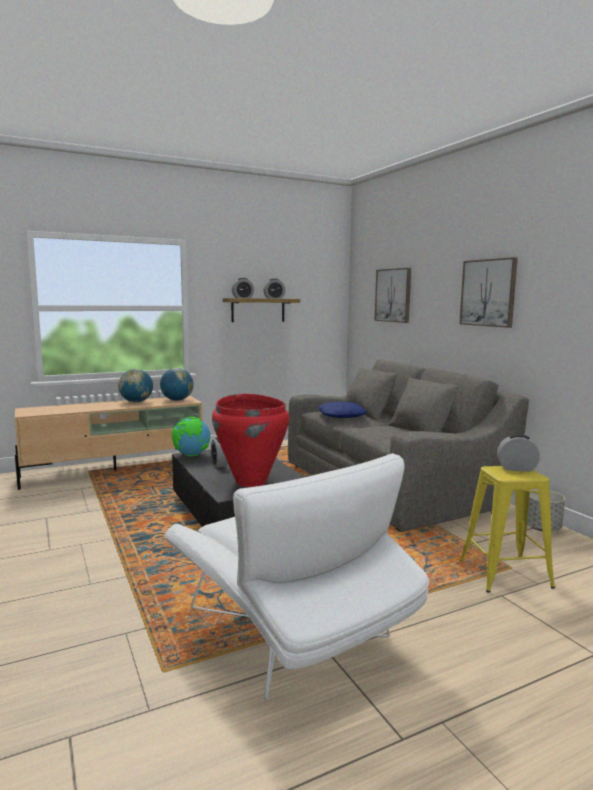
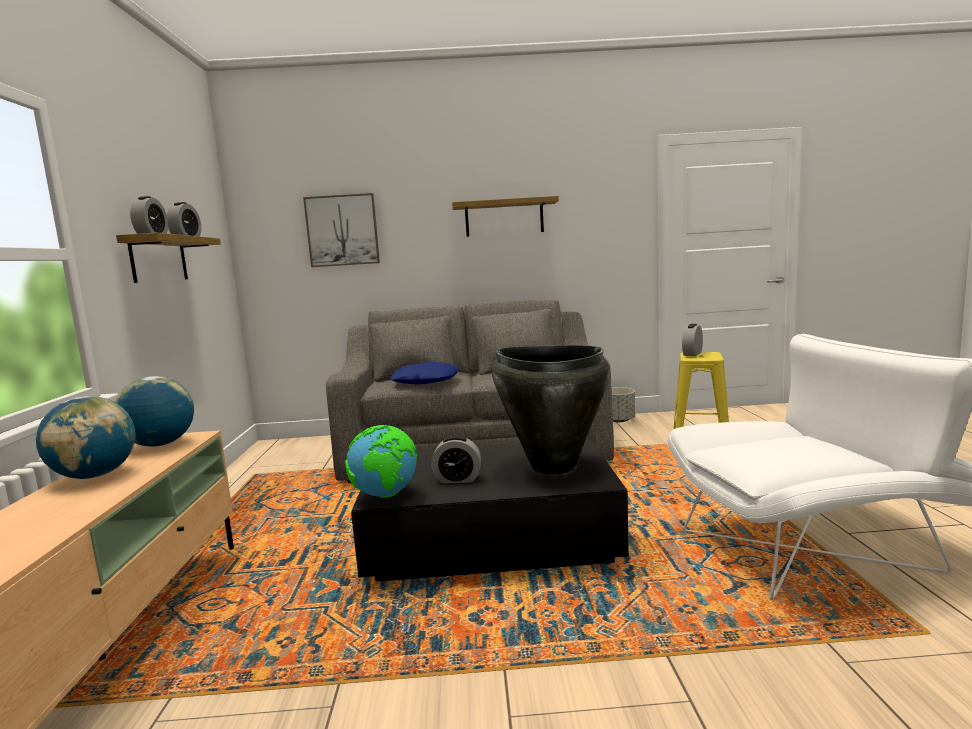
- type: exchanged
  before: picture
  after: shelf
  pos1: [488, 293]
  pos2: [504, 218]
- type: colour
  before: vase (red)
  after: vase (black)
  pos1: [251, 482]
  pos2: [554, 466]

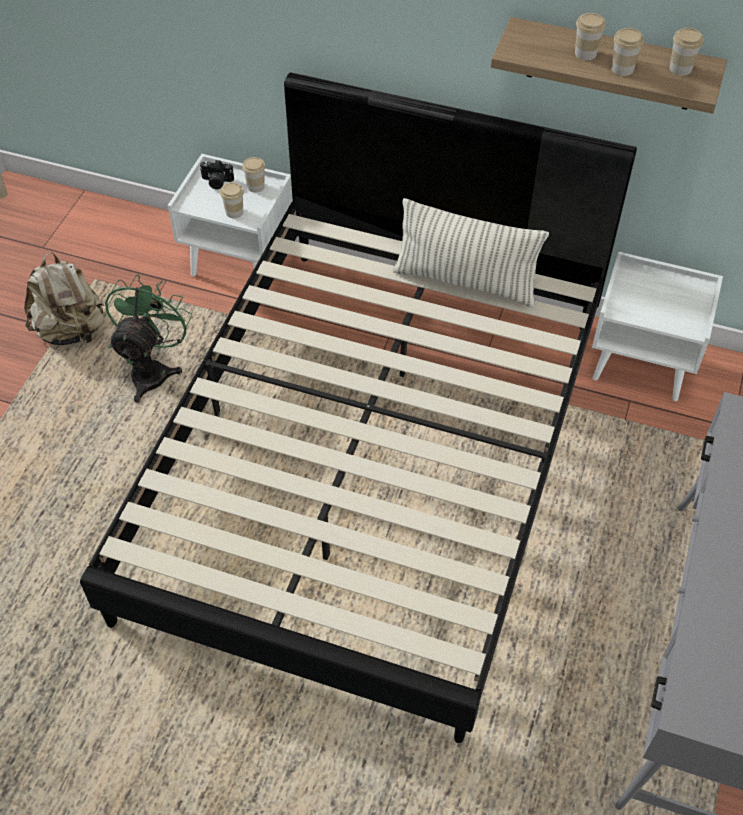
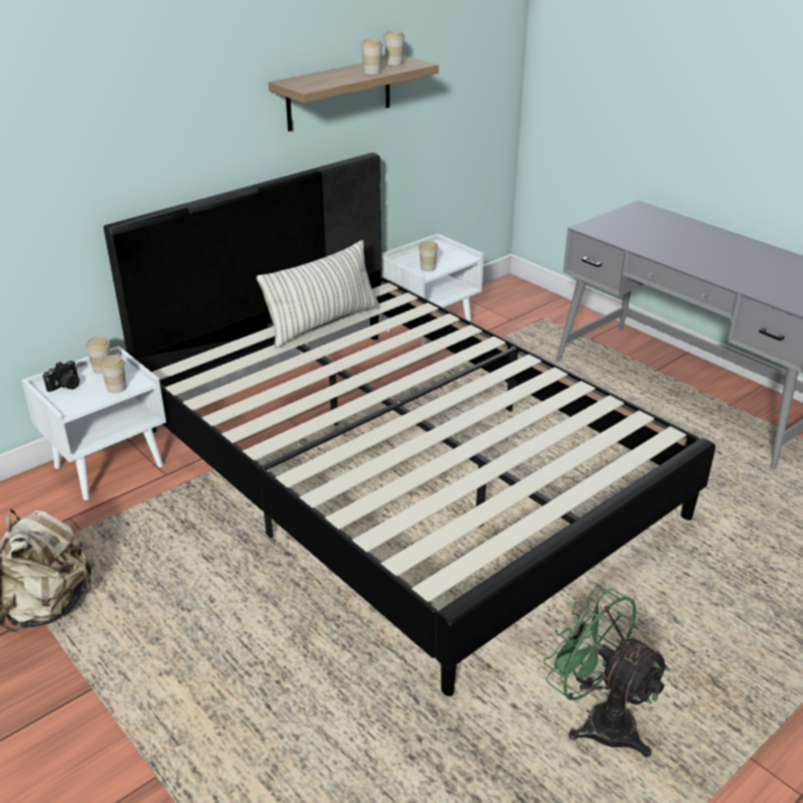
- type: relocated
  before: cup
  pos1: [585, 53]
  pos2: [428, 268]
- type: relocated
  before: fan (green)
  pos1: [153, 370]
  pos2: [598, 720]

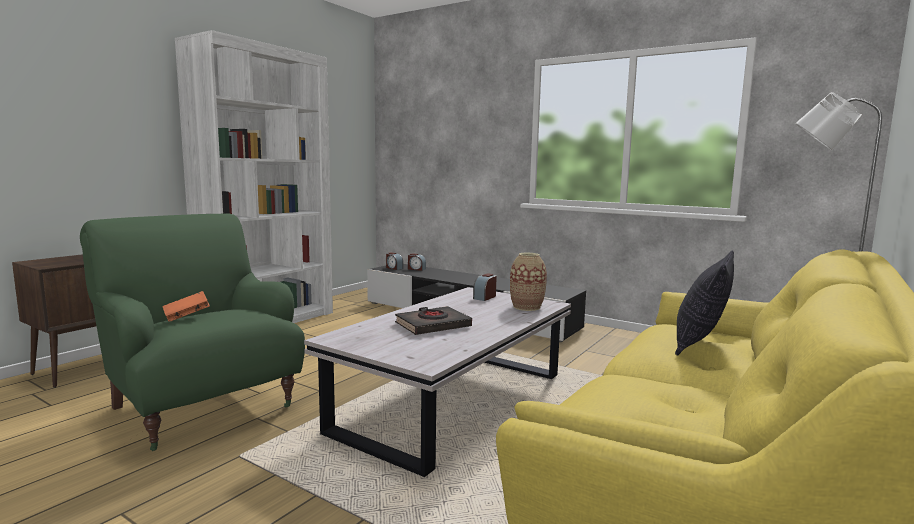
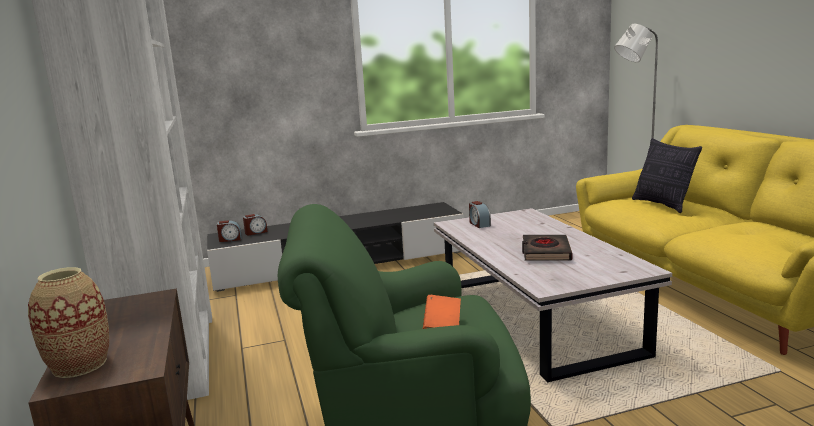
- type: relocated
  before: vase
  pos1: [526, 307]
  pos2: [79, 365]

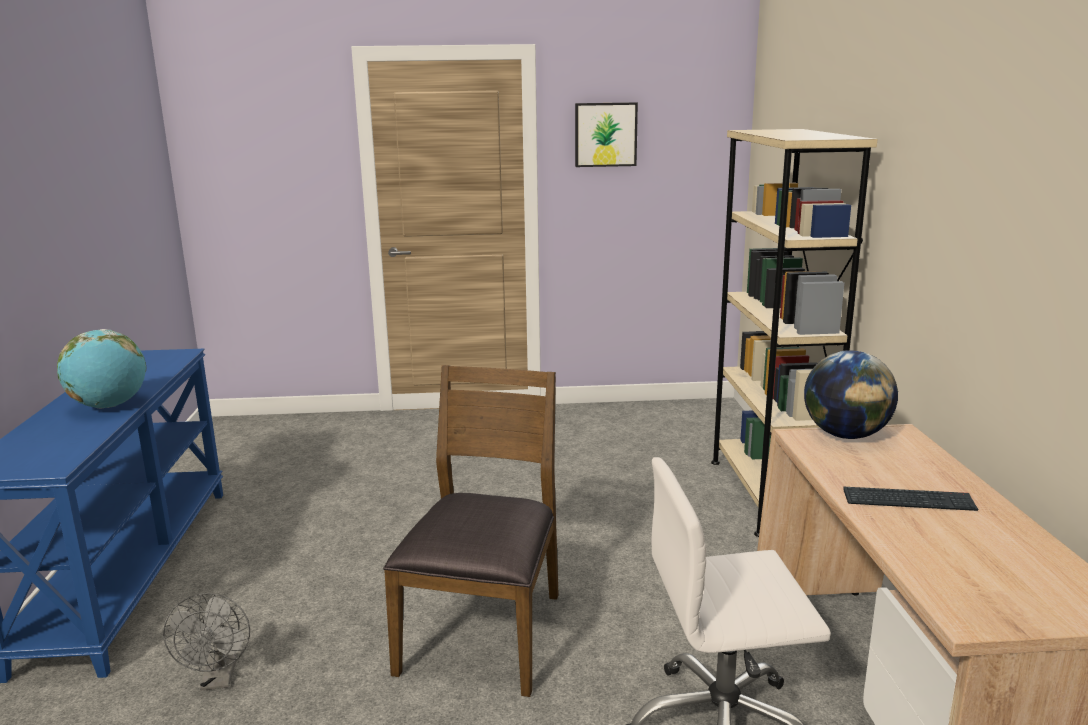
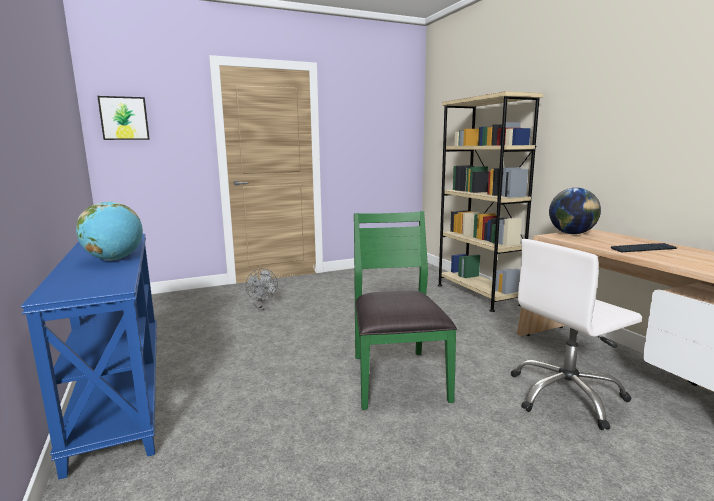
- type: relocated
  before: picture
  pos1: [605, 134]
  pos2: [124, 118]
- type: relocated
  before: fan (grey)
  pos1: [218, 680]
  pos2: [262, 307]
- type: colour
  before: chair (brown)
  after: chair (green)
  pos1: [485, 632]
  pos2: [396, 377]

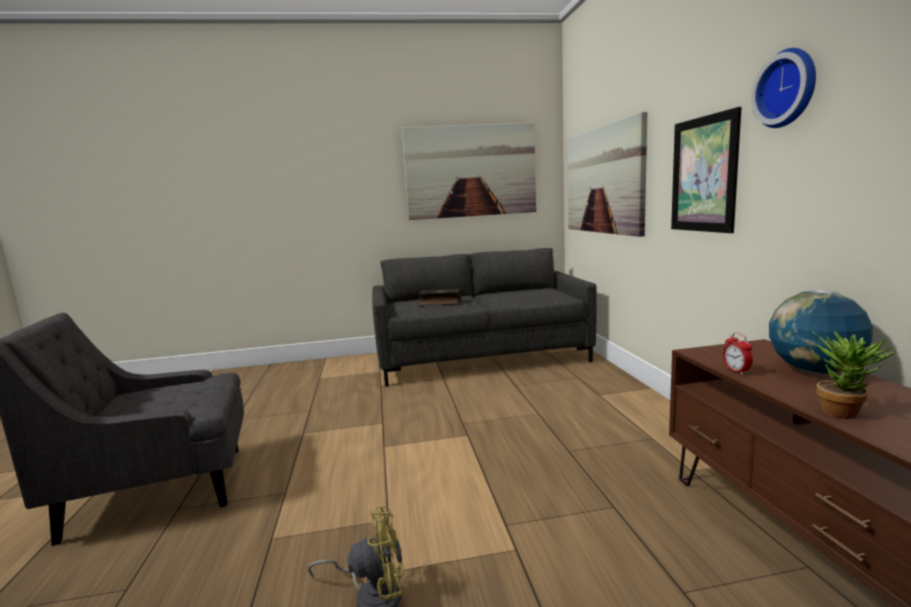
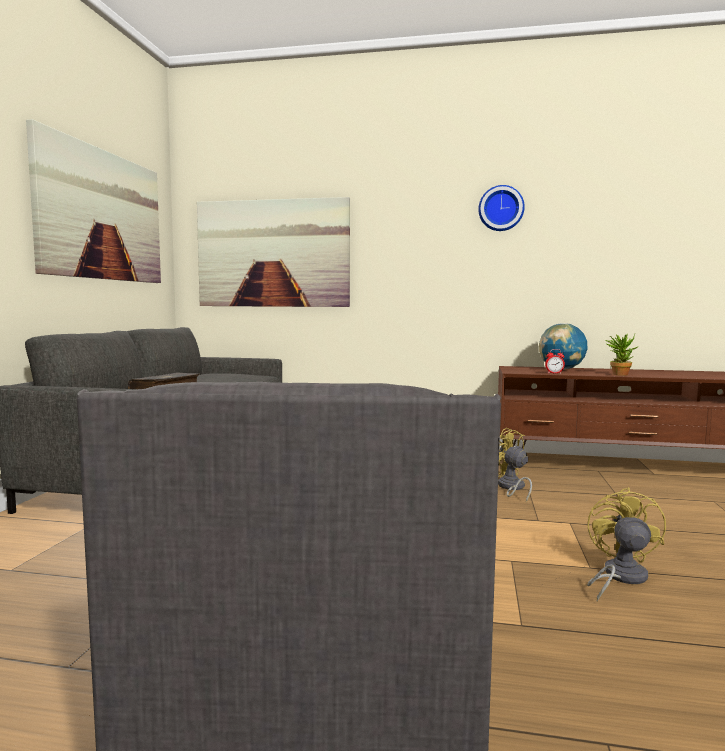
- type: appeared
  after: fan (yellow)
  pos2: [511, 488]
- type: missing
  before: picture
  pos1: [703, 174]

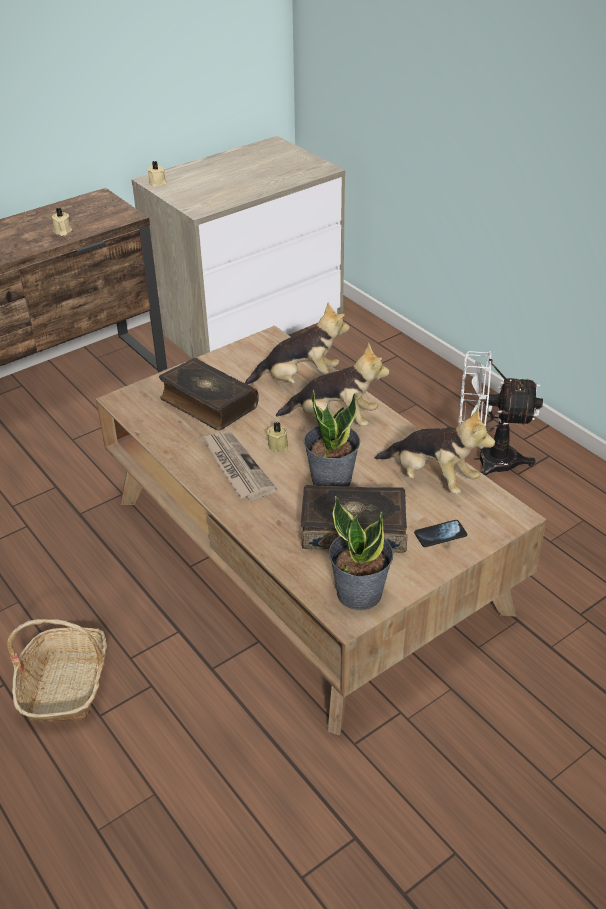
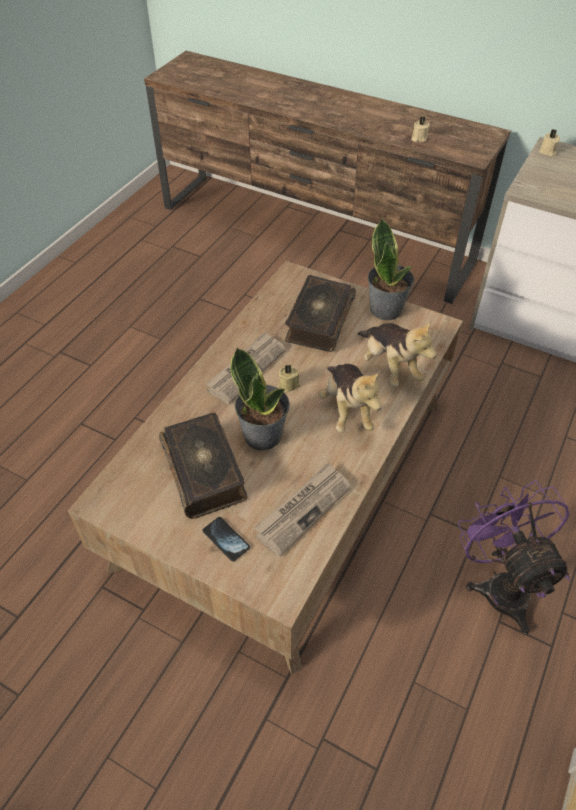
- type: exchanged
  before: plush toy
  after: newspaper
  pos1: [431, 478]
  pos2: [303, 509]
- type: relocated
  before: potted plant
  pos1: [359, 592]
  pos2: [386, 309]
- type: colour
  before: fan (white)
  after: fan (purple)
  pos1: [486, 460]
  pos2: [500, 584]
- type: missing
  before: basket
  pos1: [66, 685]

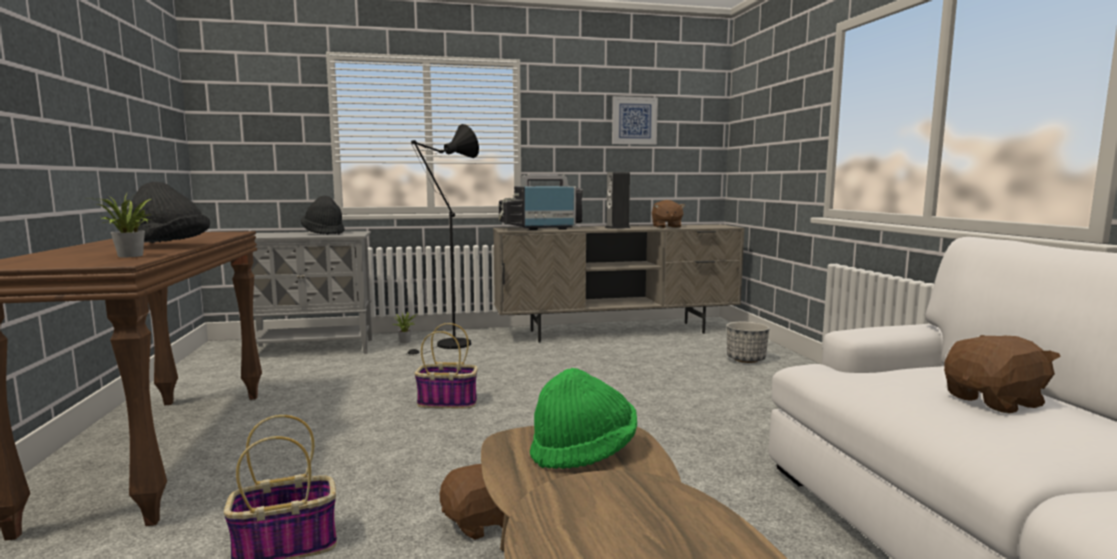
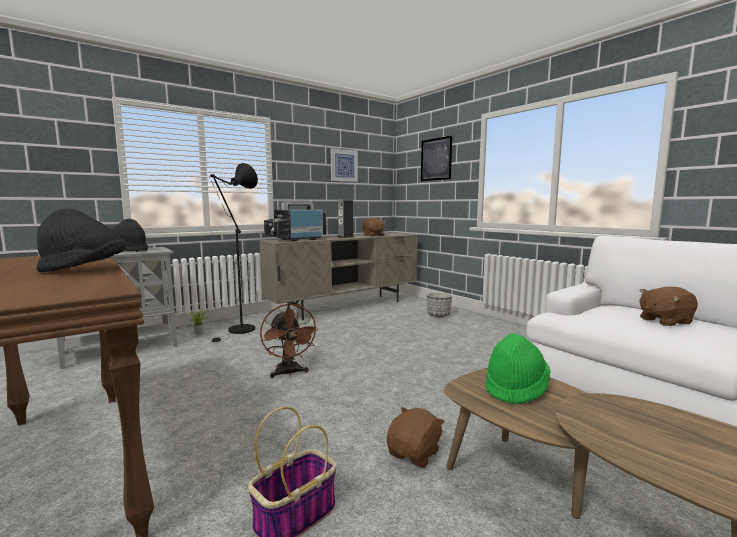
- type: exchanged
  before: basket
  after: fan (brown)
  pos1: [448, 402]
  pos2: [289, 373]
- type: appeared
  after: picture
  pos2: [436, 159]
- type: spun
  before: plush toy (brown)
  pos1: [995, 401]
  pos2: [664, 321]
  turn: -150
- type: missing
  before: potted plant
  pos1: [130, 256]

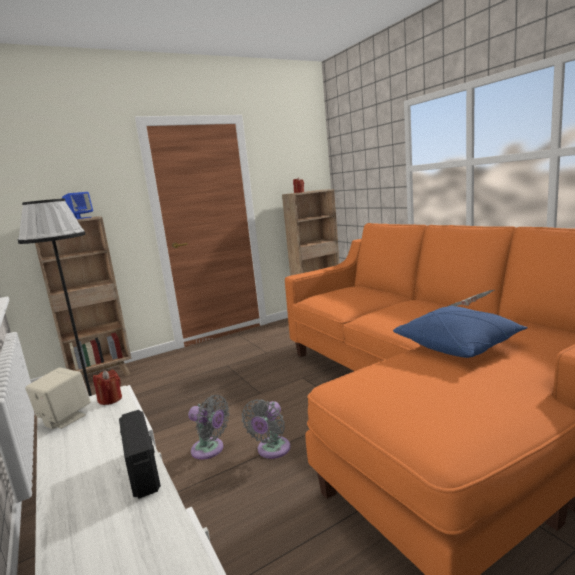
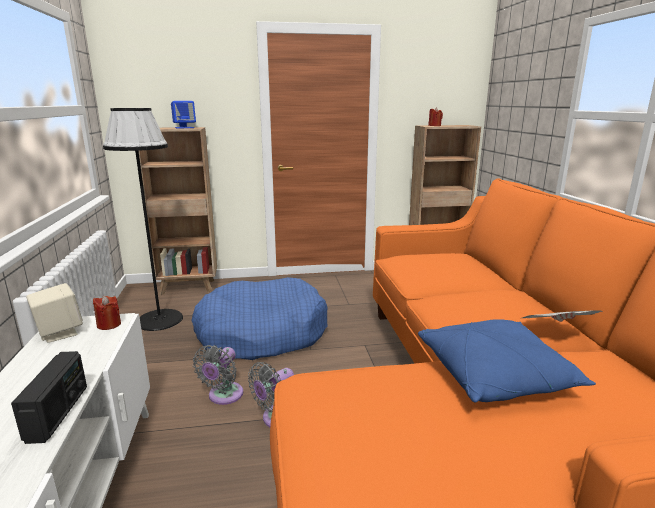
- type: appeared
  after: dog bed (blue)
  pos2: [262, 333]
- type: spun
  before: fan (grey)
  pos1: [210, 450]
  pos2: [223, 396]
  turn: 60

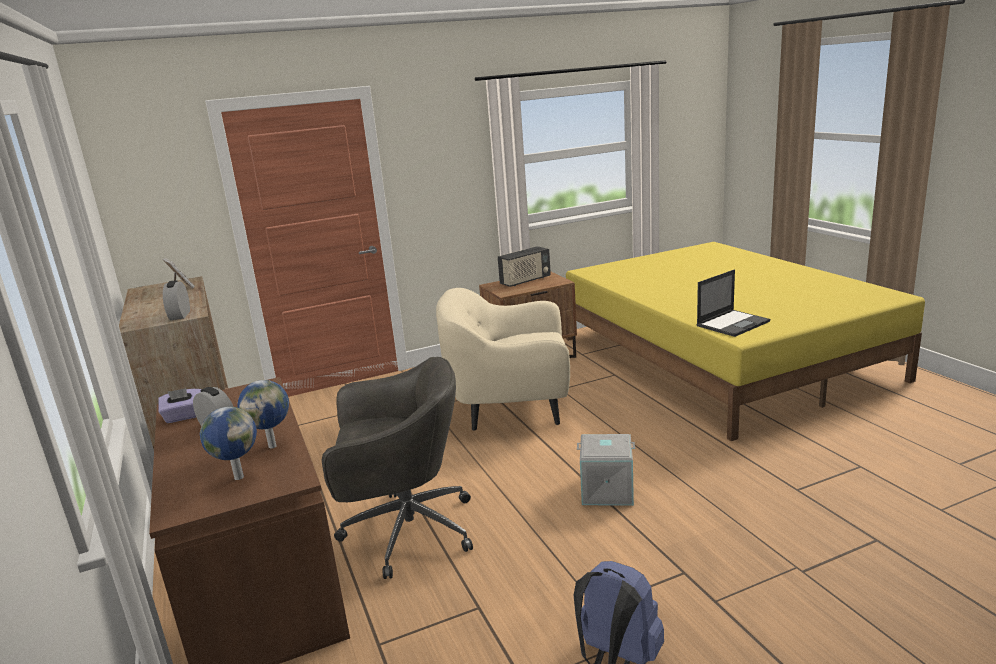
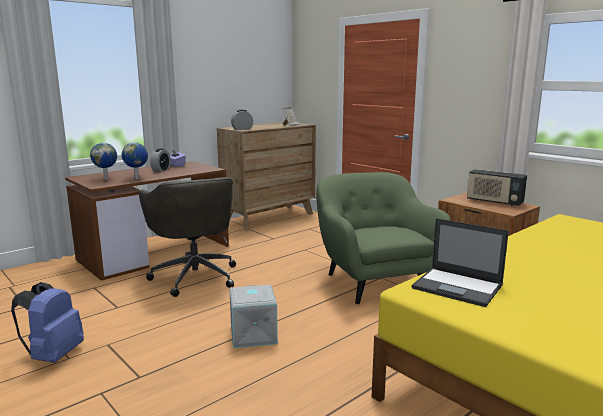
- type: colour
  before: armchair (beige)
  after: armchair (green)
  pos1: [510, 407]
  pos2: [374, 282]

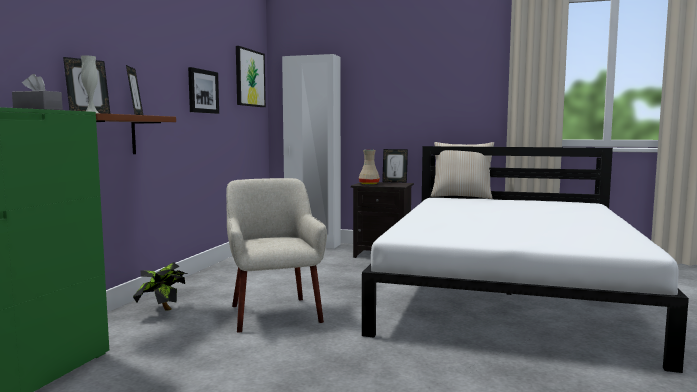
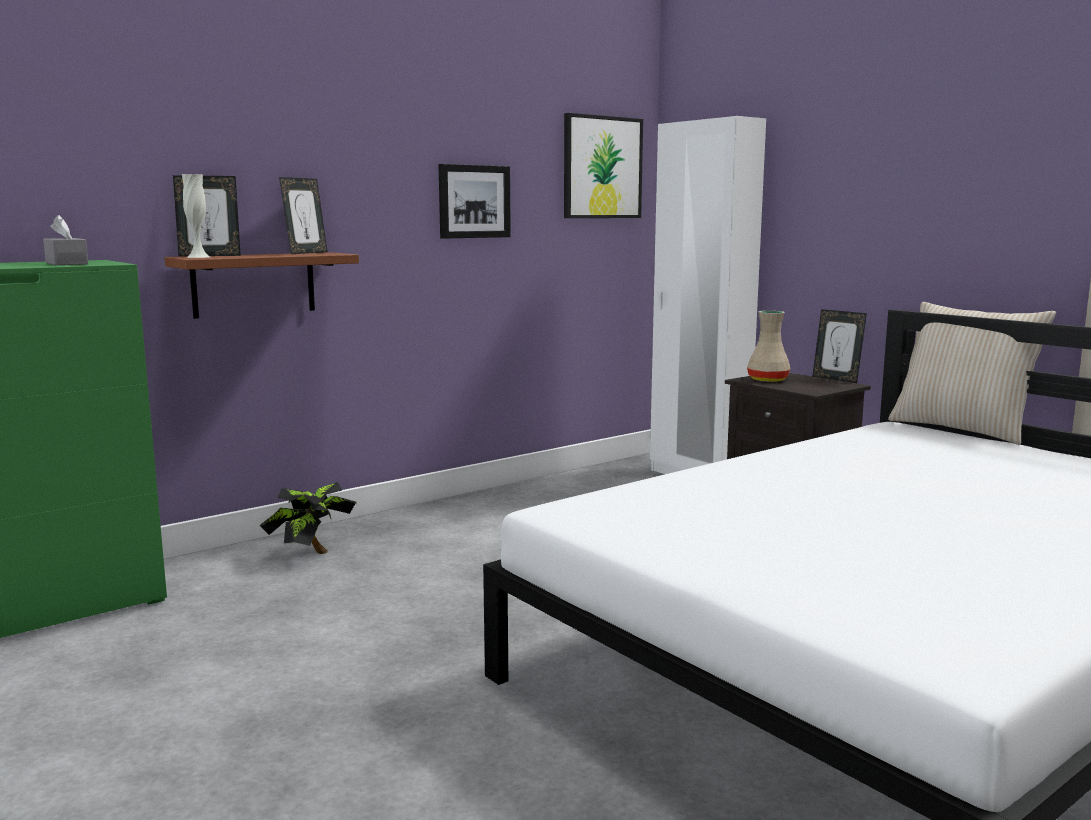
- type: missing
  before: armchair (beige)
  pos1: [274, 313]

